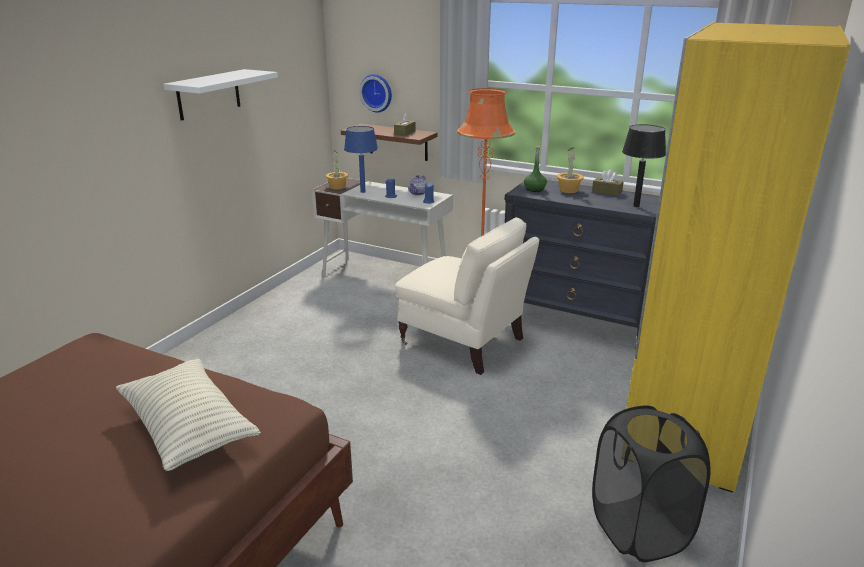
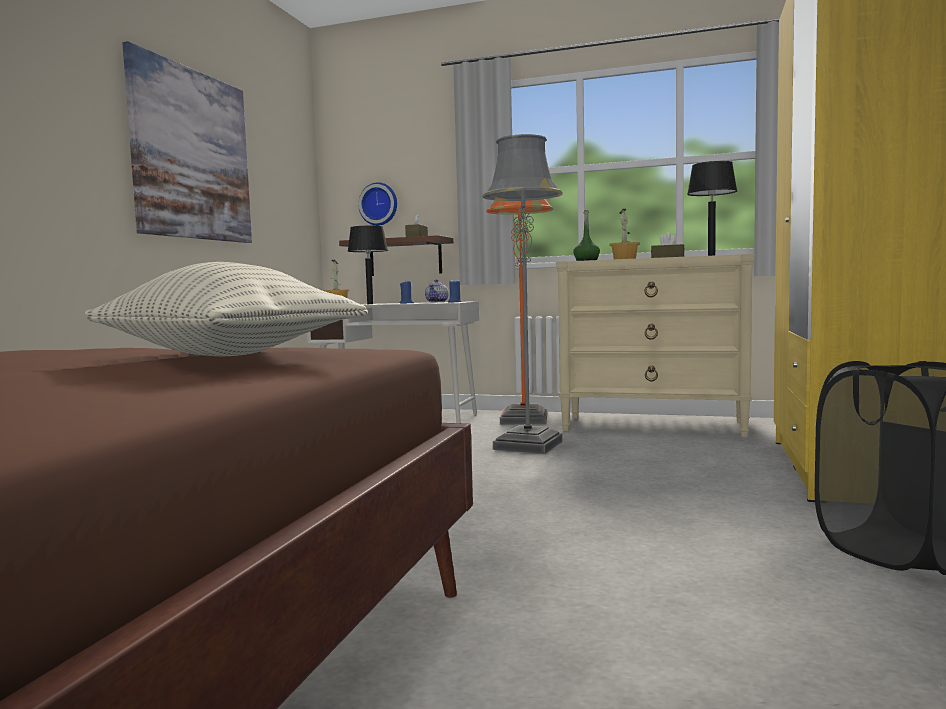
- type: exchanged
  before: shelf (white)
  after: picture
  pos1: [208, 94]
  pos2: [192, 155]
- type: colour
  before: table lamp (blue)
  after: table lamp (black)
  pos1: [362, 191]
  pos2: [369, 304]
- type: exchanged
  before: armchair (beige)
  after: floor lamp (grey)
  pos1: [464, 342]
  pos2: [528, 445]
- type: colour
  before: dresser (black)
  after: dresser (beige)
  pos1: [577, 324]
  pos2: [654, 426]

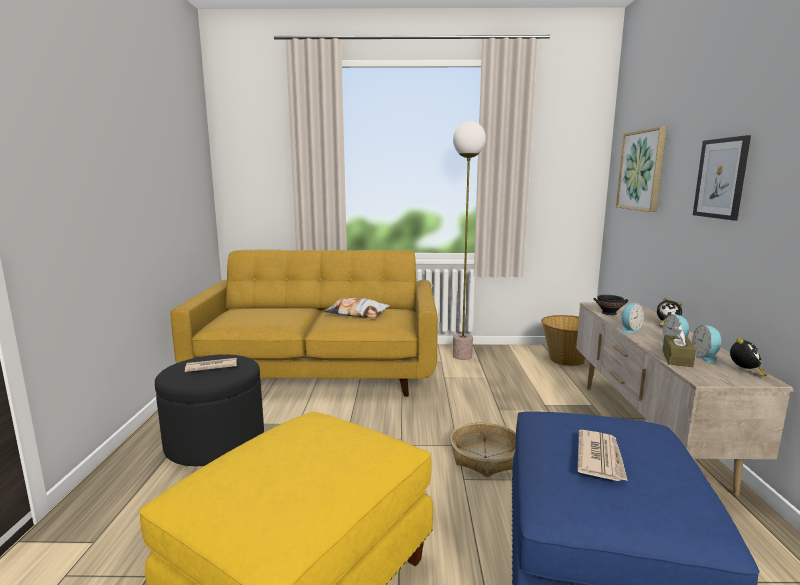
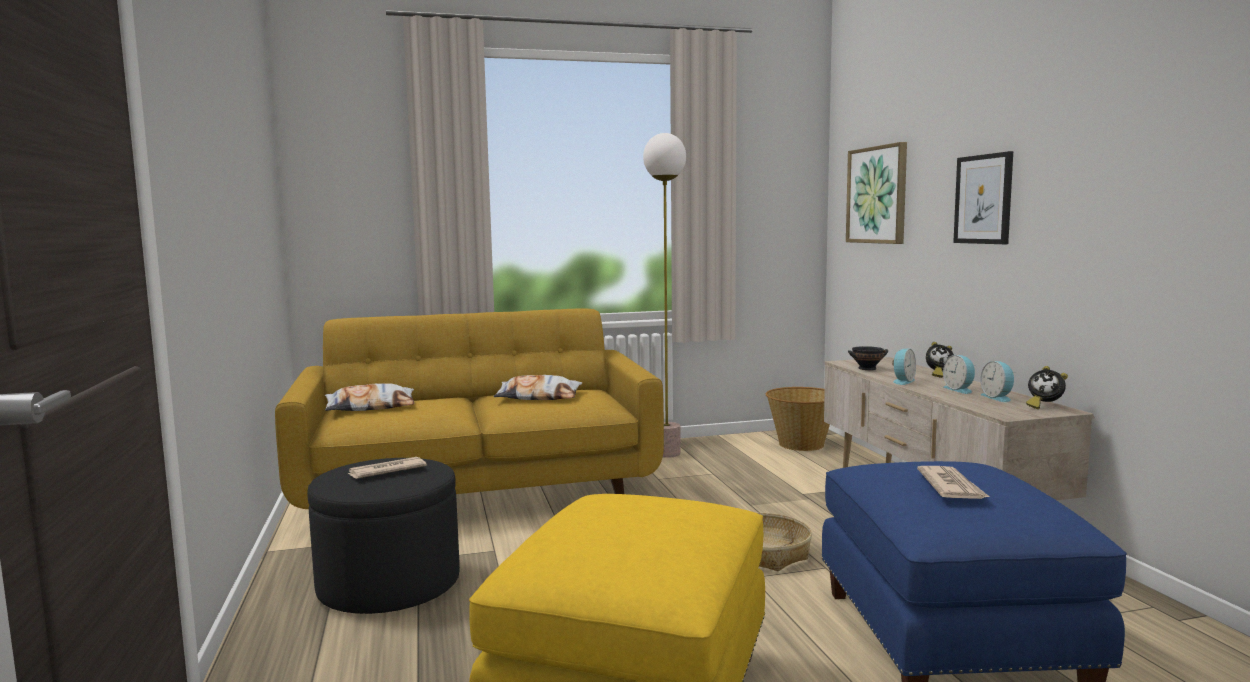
- type: appeared
  after: pillow
  pos2: [371, 407]
- type: spun
  before: alarm clock
  pos1: [745, 372]
  pos2: [1043, 406]
  turn: 120
- type: missing
  before: tissue box (brown)
  pos1: [677, 358]

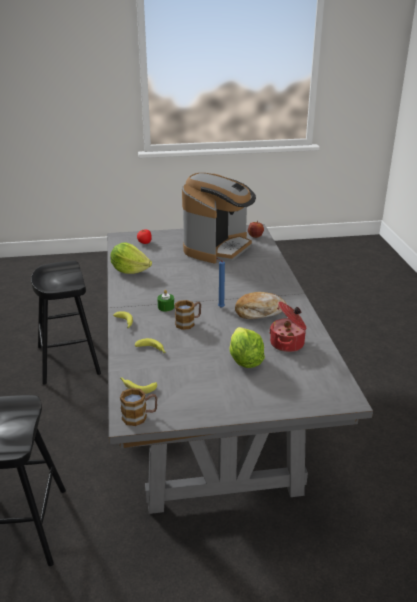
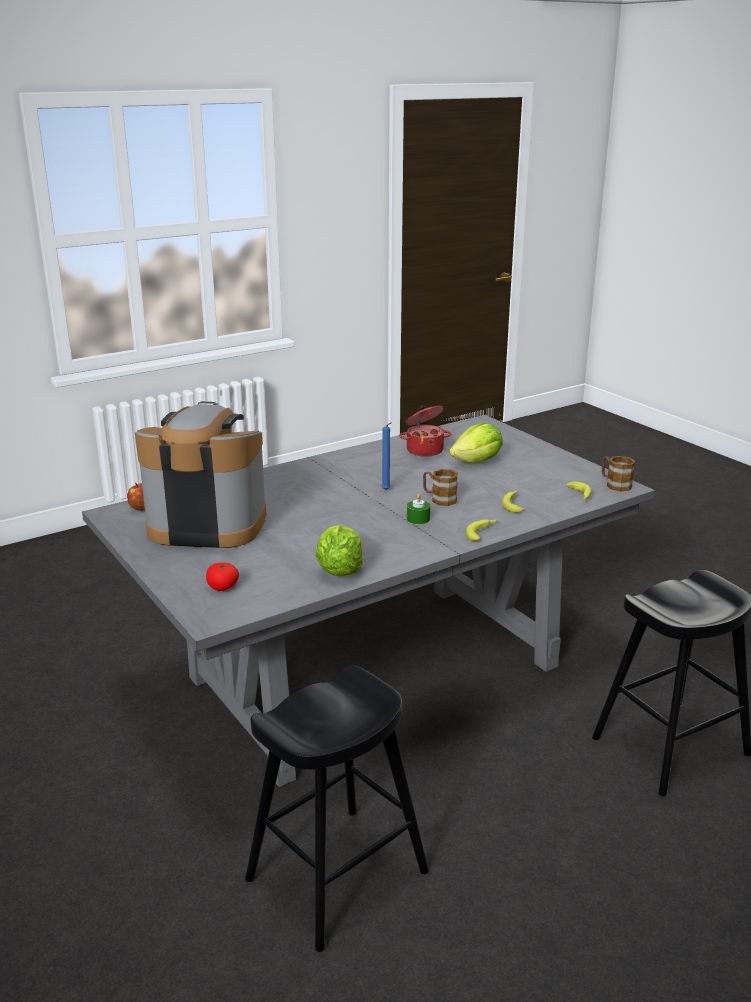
- type: missing
  before: bread
  pos1: [259, 312]

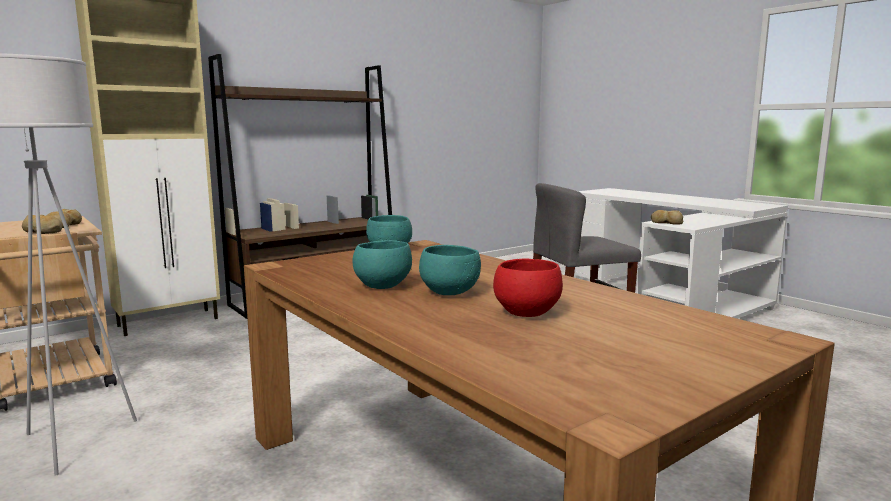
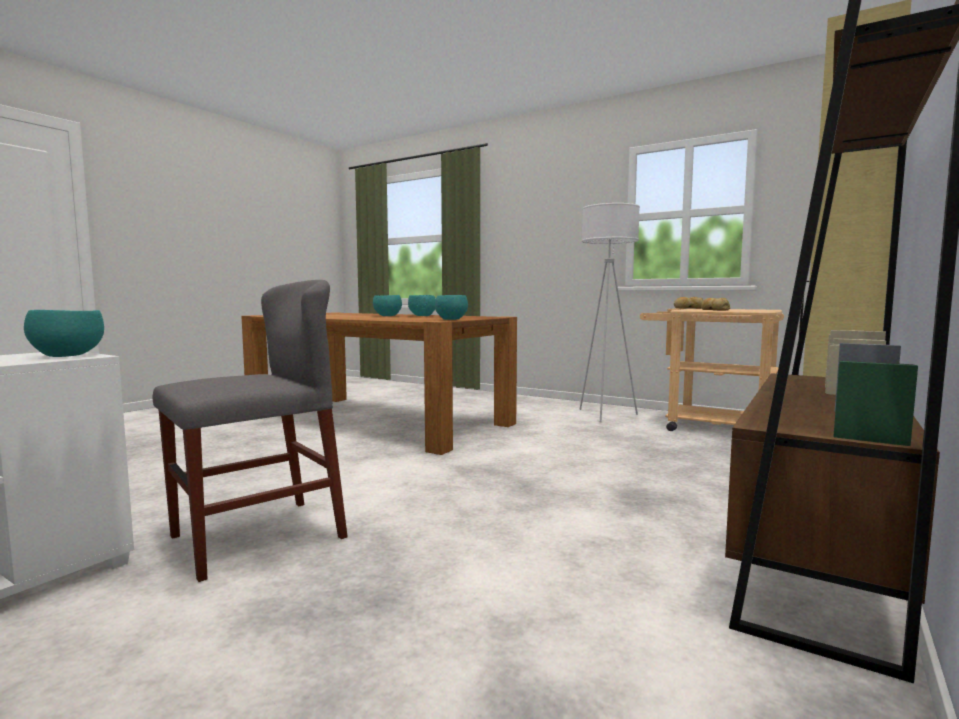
- type: exchanged
  before: bread
  after: bowl (turquoise)
  pos1: [666, 222]
  pos2: [68, 356]
- type: missing
  before: bowl (red)
  pos1: [525, 313]

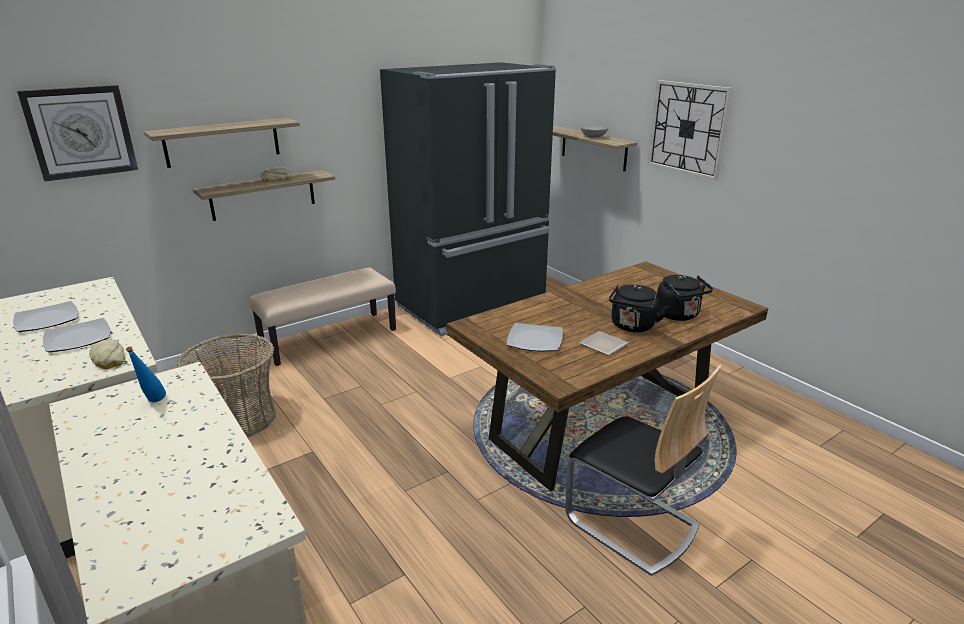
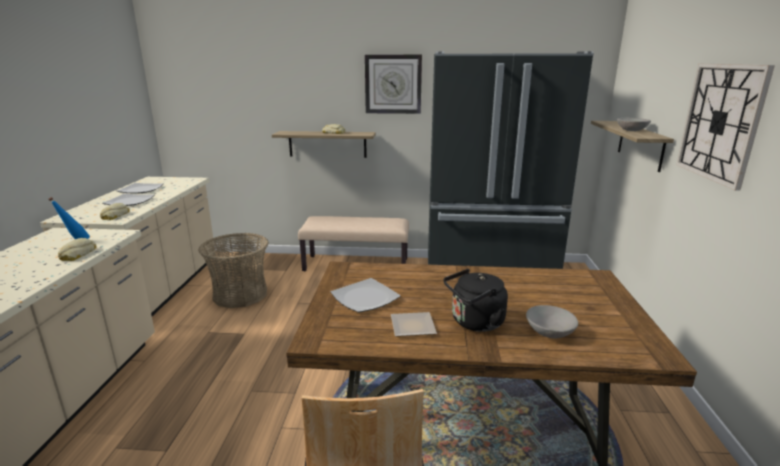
- type: appeared
  after: bread
  pos2: [76, 254]
- type: relocated
  before: wall clock
  pos1: [81, 132]
  pos2: [393, 84]
- type: exchanged
  before: kettle (black)
  after: bowl (grey)
  pos1: [679, 315]
  pos2: [549, 332]
- type: missing
  before: shelf
  pos1: [222, 142]

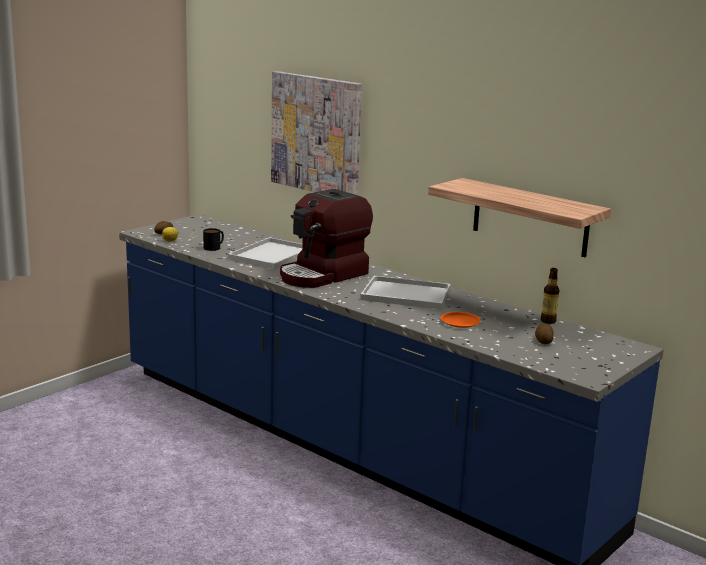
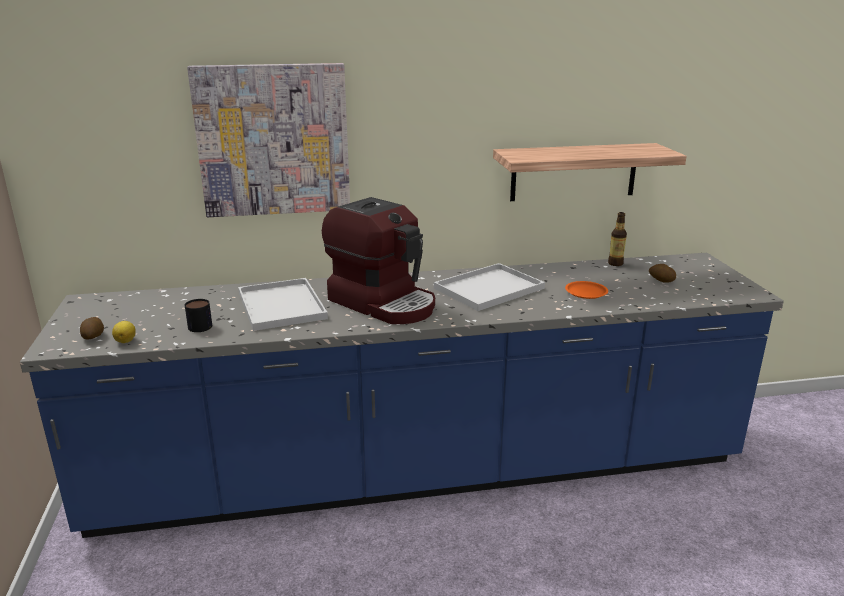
- type: spun
  before: coffee machine
  pos1: [323, 275]
  pos2: [384, 303]
  turn: -45

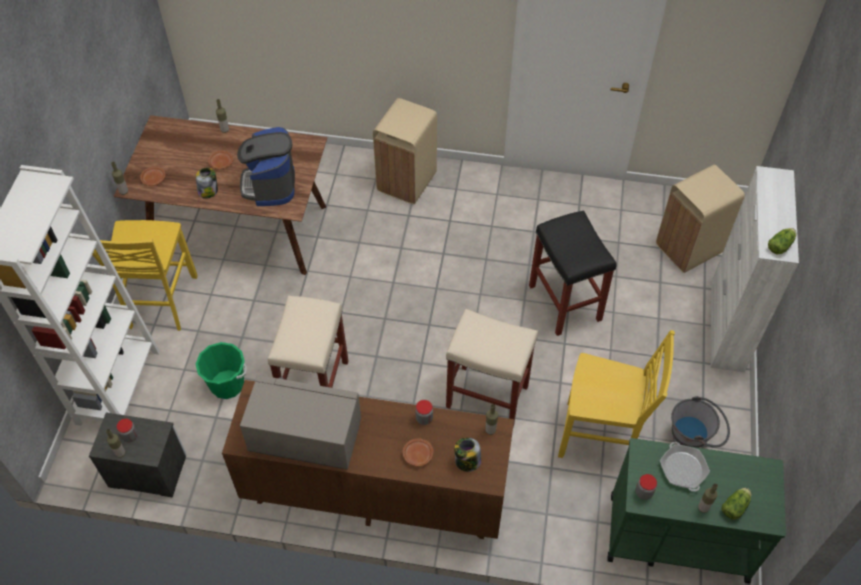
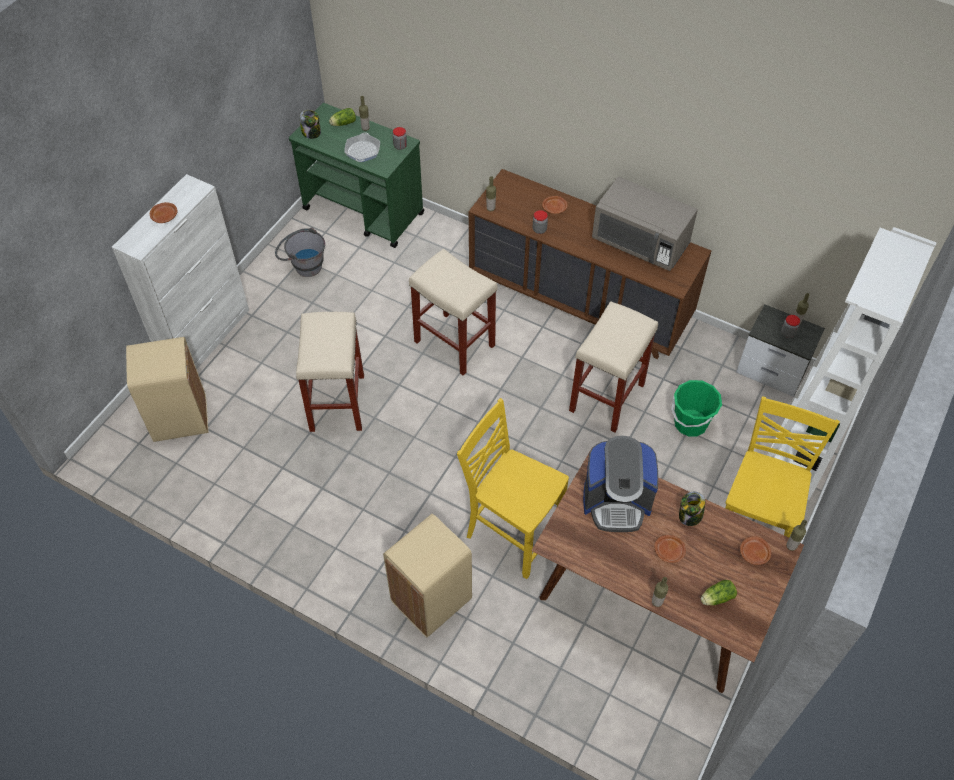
- type: appeared
  after: plate (brown)
  pos2: [164, 216]
- type: colour
  before: stool (black)
  after: stool (beige)
  pos1: [566, 303]
  pos2: [337, 402]
- type: relocated
  before: jar
  pos1: [467, 461]
  pos2: [311, 133]
- type: relocated
  before: chair (yellow)
  pos1: [600, 438]
  pos2: [511, 533]
- type: spun
  before: coffee machine
  pos1: [270, 185]
  pos2: [616, 502]
  turn: 75
- type: relocated
  before: lettuce
  pos1: [781, 245]
  pos2: [716, 598]

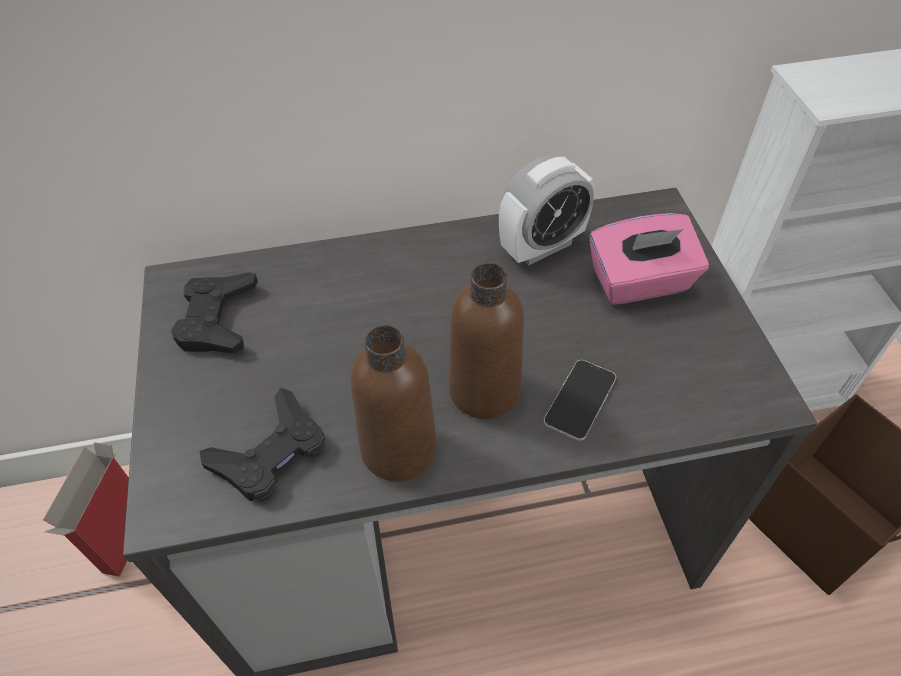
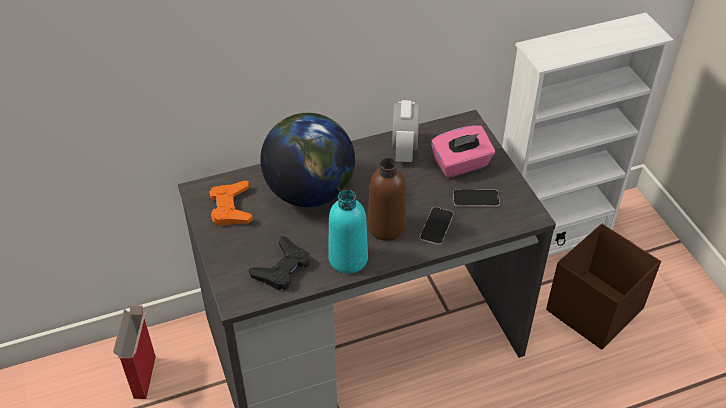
- type: colour
  before: game controller (black)
  after: game controller (orange)
  pos1: [217, 319]
  pos2: [231, 208]
- type: appeared
  after: globe
  pos2: [310, 192]
- type: colour
  before: bottle (brown)
  after: bottle (turquoise)
  pos1: [399, 449]
  pos2: [348, 259]
- type: spun
  before: alarm clock
  pos1: [542, 246]
  pos2: [404, 150]
  turn: 135
- type: appeared
  after: phone
  pos2: [476, 198]

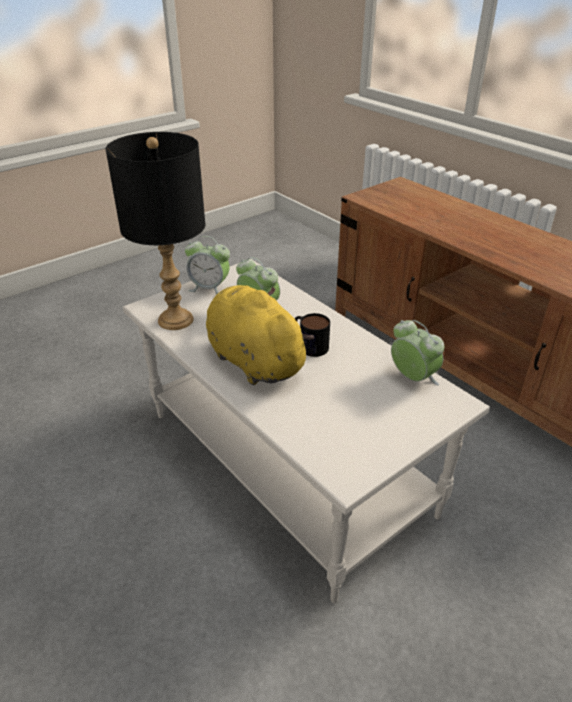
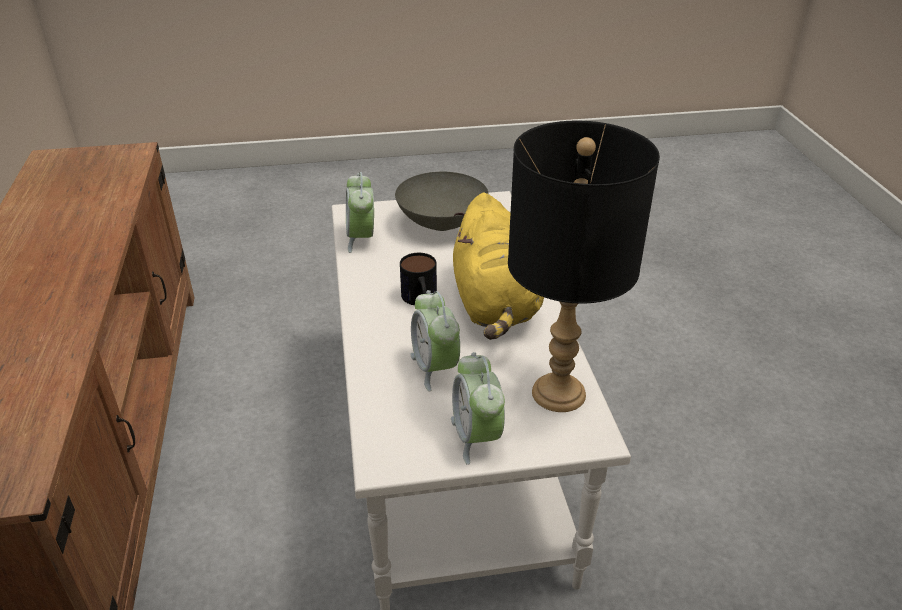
- type: appeared
  after: bowl (grey)
  pos2: [441, 223]
- type: spun
  before: alarm clock
  pos1: [209, 288]
  pos2: [476, 437]
  turn: -150

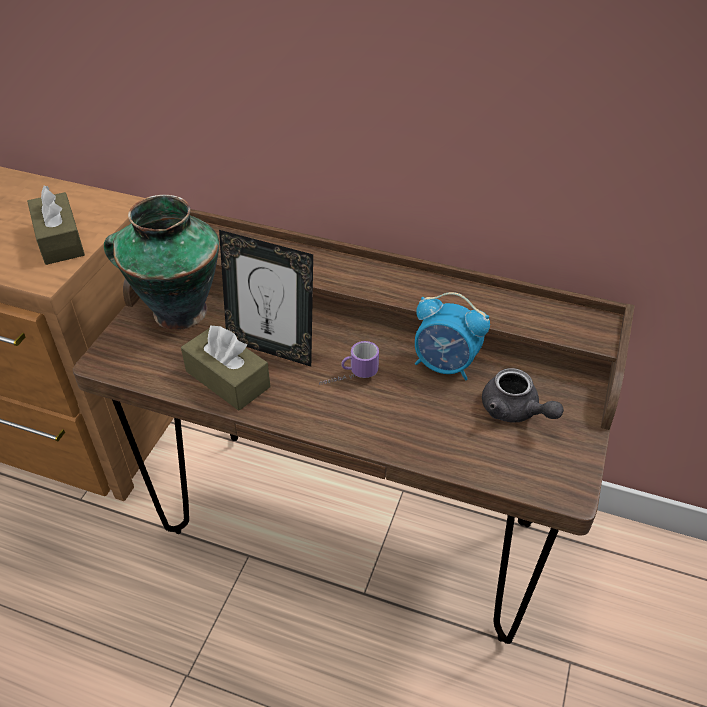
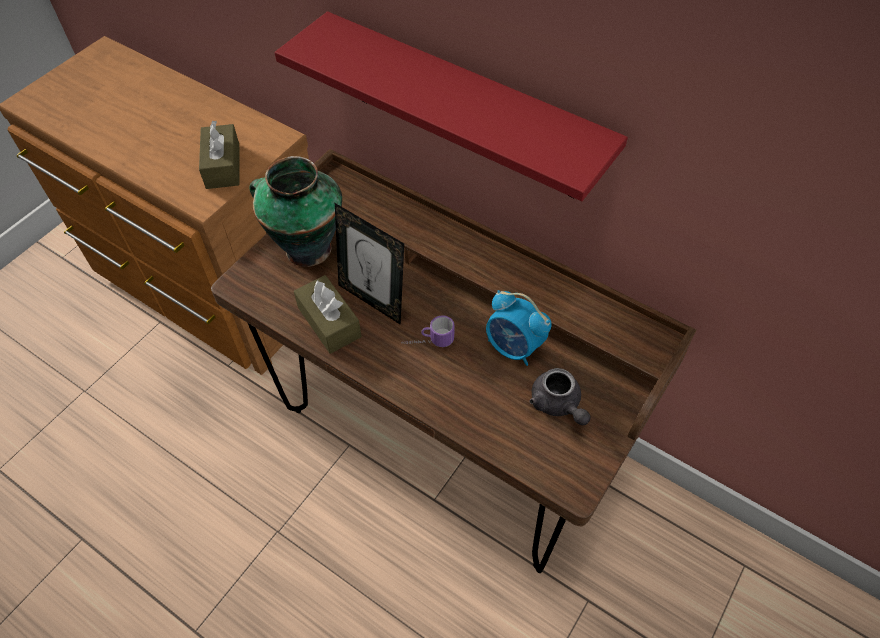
- type: appeared
  after: shelf (red)
  pos2: [465, 109]

